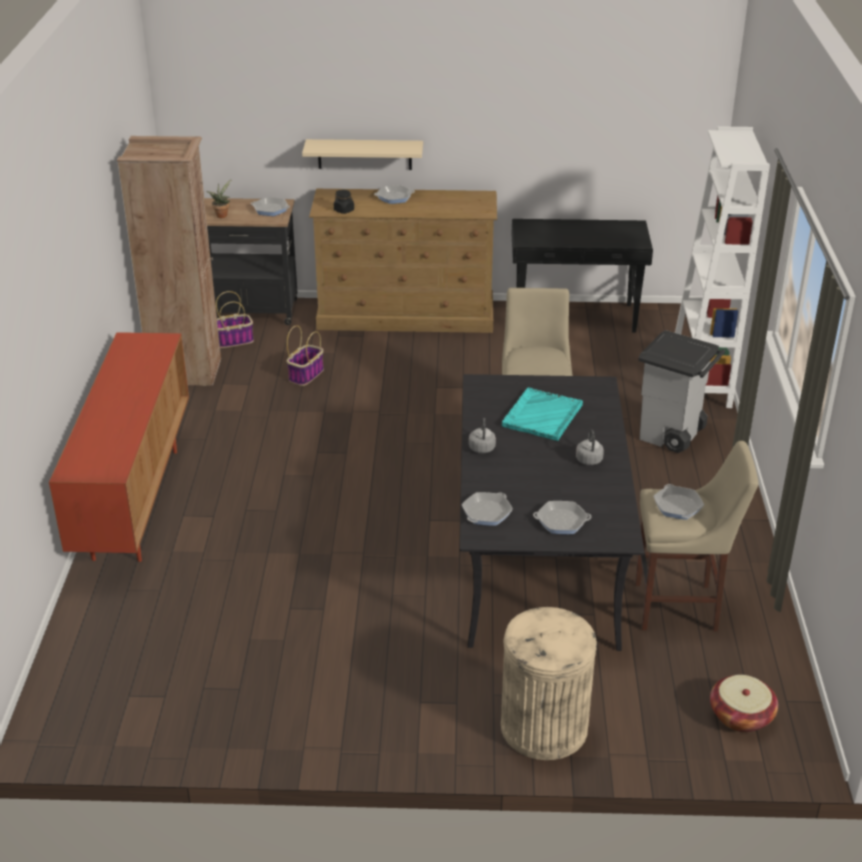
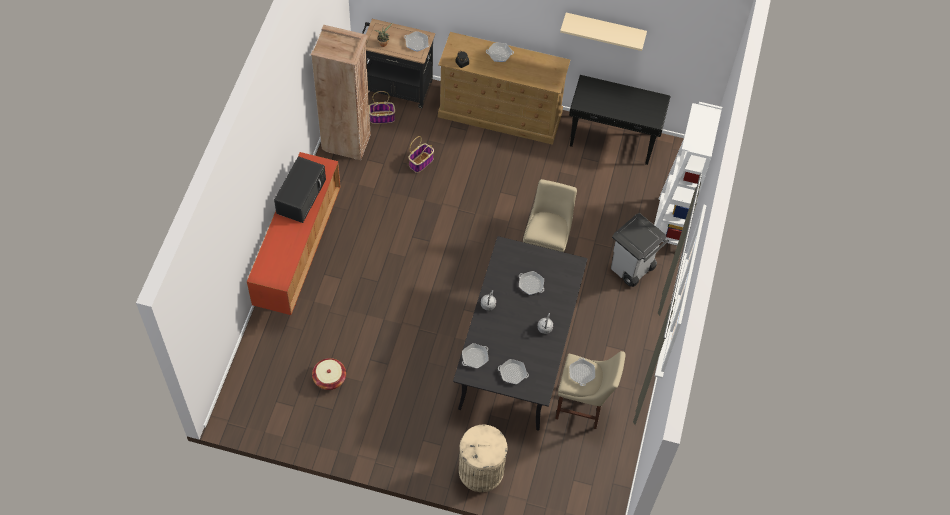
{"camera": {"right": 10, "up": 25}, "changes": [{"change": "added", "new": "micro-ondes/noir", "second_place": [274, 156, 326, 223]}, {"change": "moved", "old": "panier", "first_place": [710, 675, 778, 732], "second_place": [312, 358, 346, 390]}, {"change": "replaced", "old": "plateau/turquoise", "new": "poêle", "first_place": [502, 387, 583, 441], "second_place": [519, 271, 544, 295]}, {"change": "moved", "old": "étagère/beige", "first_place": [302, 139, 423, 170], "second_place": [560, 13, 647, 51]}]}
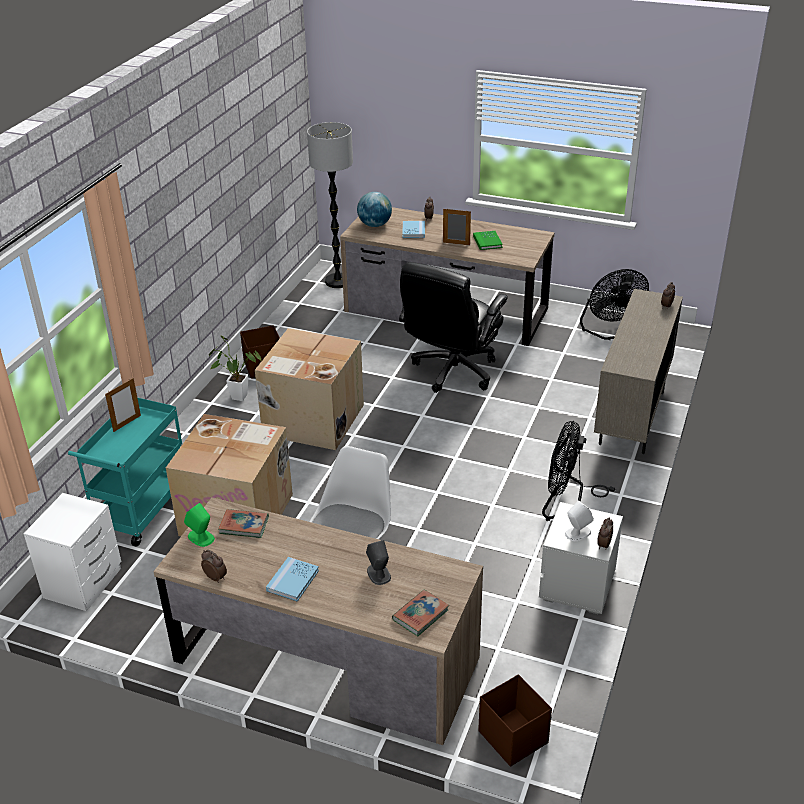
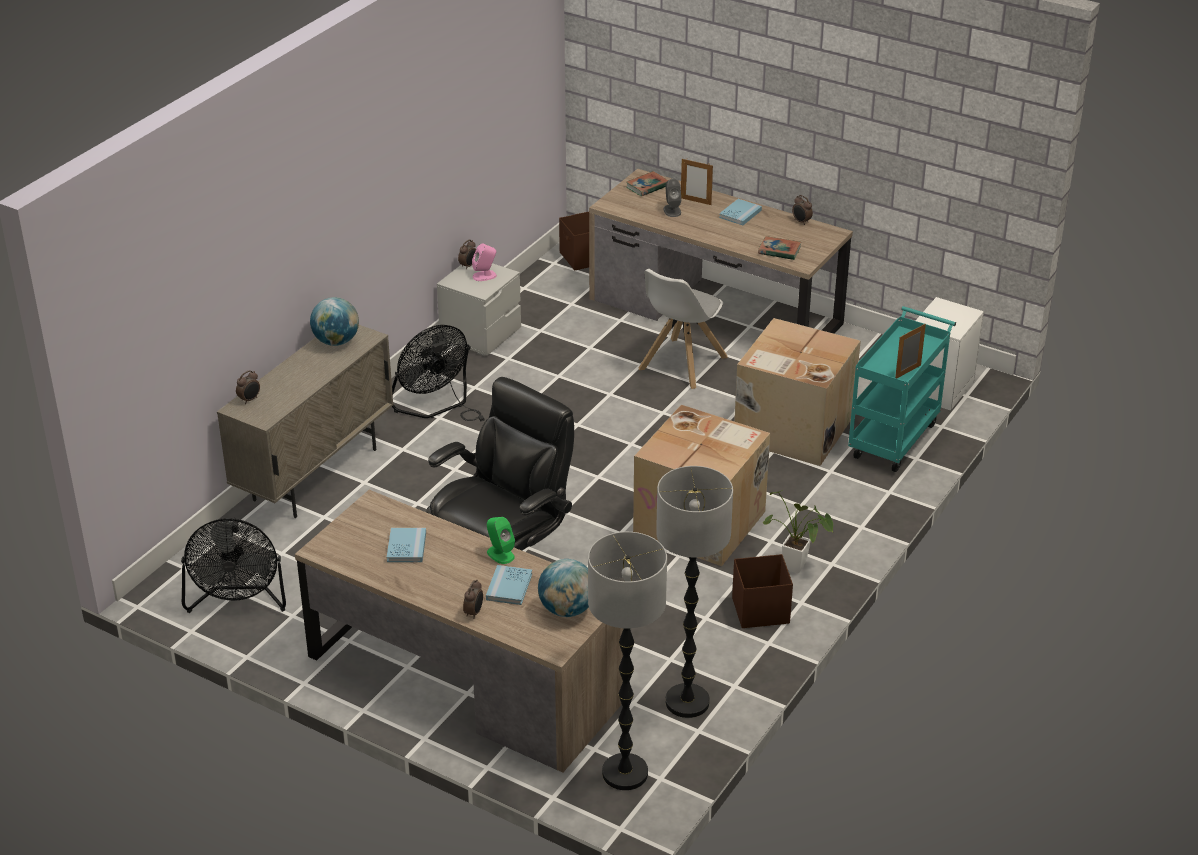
{"camera": {"right": -170, "up": 0}, "changes": [{"change": "added", "new": "globe", "second_place": [310, 297, 359, 346]}, {"change": "recoloured", "old": "livre/vert", "new": "livre/bleu", "first_place": [473, 231, 503, 250], "second_place": [387, 528, 426, 562]}, {"change": "turned", "old": "ventilateur/noir", "first_place": [542, 421, 616, 521], "second_place": [392, 325, 484, 421], "degrees": -150}, {"change": "recoloured", "old": "enceinte/blanc", "new": "enceinte/rose", "first_place": [565, 500, 594, 541], "second_place": [472, 243, 497, 281]}, {"change": "moved", "old": "enceinte/vert", "first_place": [184, 503, 215, 547], "second_place": [487, 517, 515, 564]}, {"change": "added", "new": "lampadaire", "second_place": [656, 466, 733, 718]}, {"change": "moved", "old": "cadre photo", "first_place": [443, 209, 471, 245], "second_place": [681, 159, 713, 205]}]}
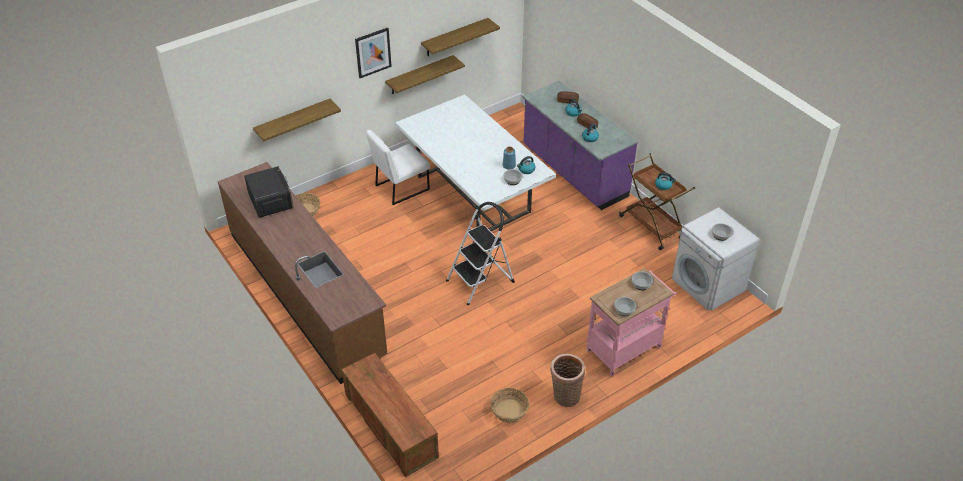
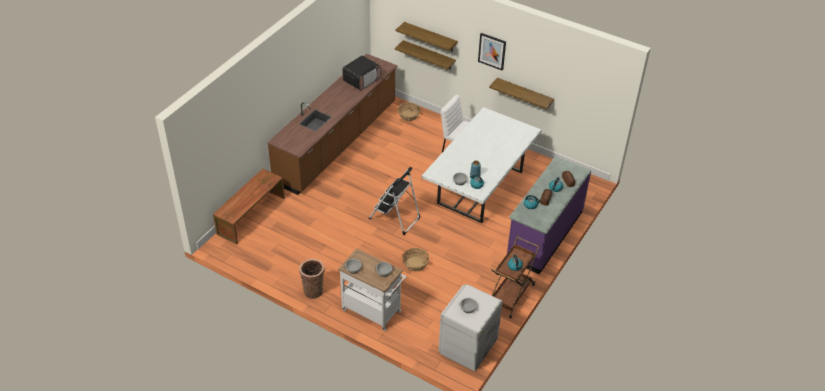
{"camera": {"right": 65, "up": 0}, "changes": [{"change": "recoloured", "old": "chariot/rose", "new": "chariot/blanc", "first_place": [586, 268, 676, 376], "second_place": [338, 248, 406, 331]}, {"change": "moved", "old": "étagère", "first_place": [421, 18, 500, 56], "second_place": [396, 22, 458, 51]}, {"change": "moved", "old": "panier", "first_place": [490, 388, 529, 423], "second_place": [402, 248, 429, 271]}]}
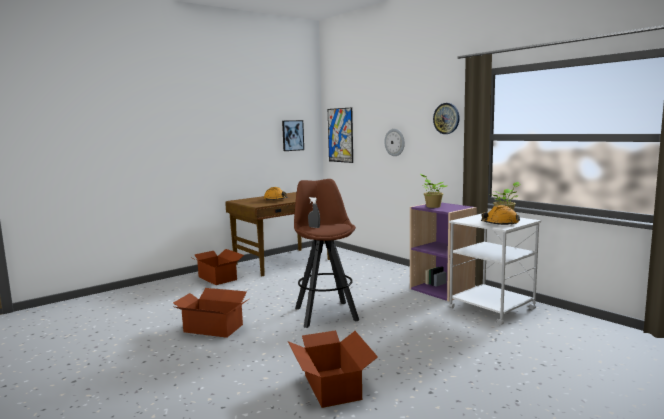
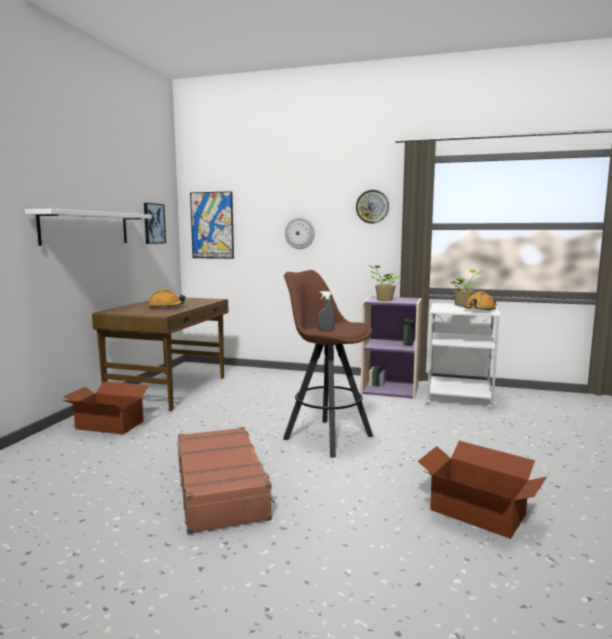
{"camera": {"right": -35, "up": 0}, "changes": [{"change": "added", "new": "étagère/blanc", "second_place": [25, 209, 152, 246]}, {"change": "replaced", "old": "carton", "new": "valise/marron", "first_place": [173, 288, 249, 338], "second_place": [178, 427, 275, 534]}]}
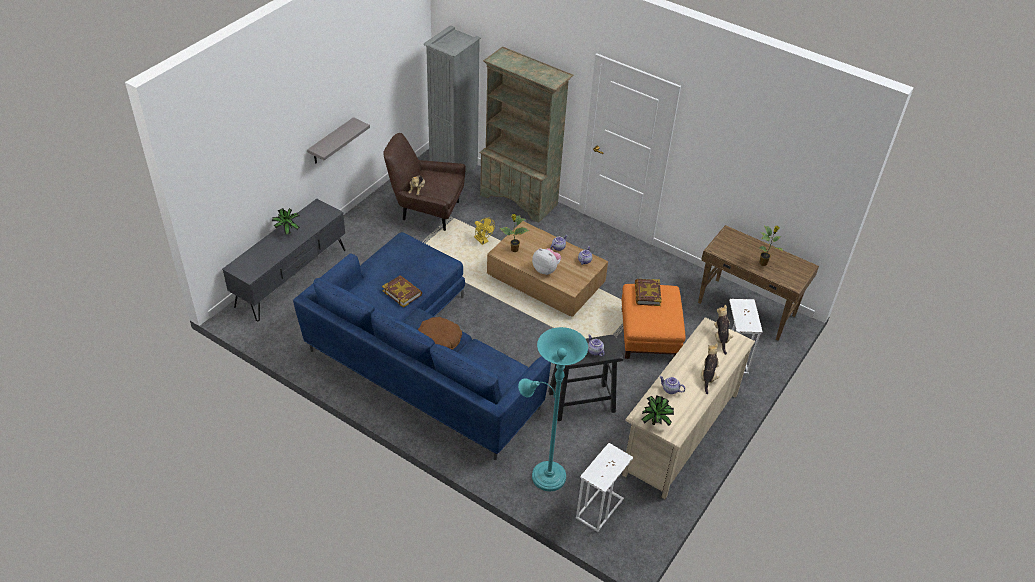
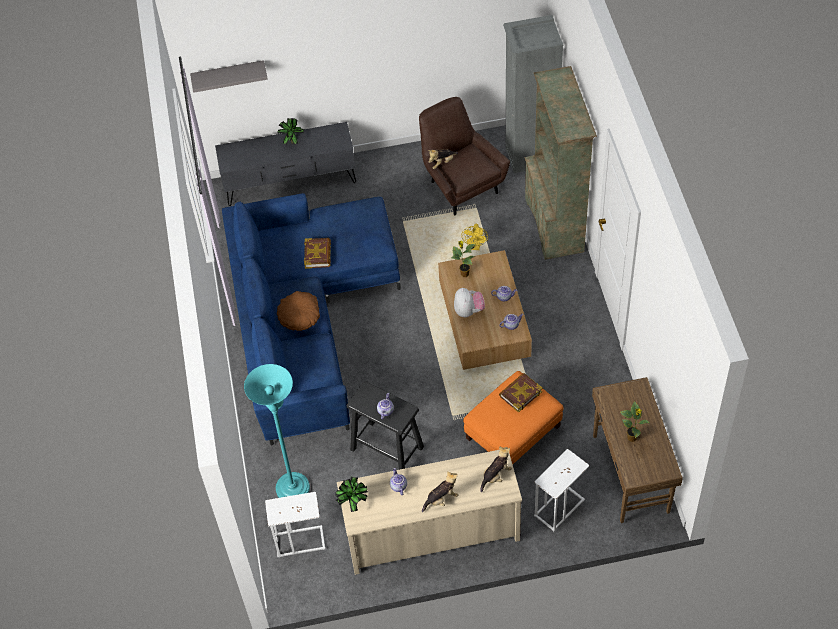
{"camera": {"right": 50, "up": 10}, "changes": [{"change": "moved", "old": "étagère/gris", "first_place": [307, 117, 370, 164], "second_place": [190, 60, 268, 93]}]}
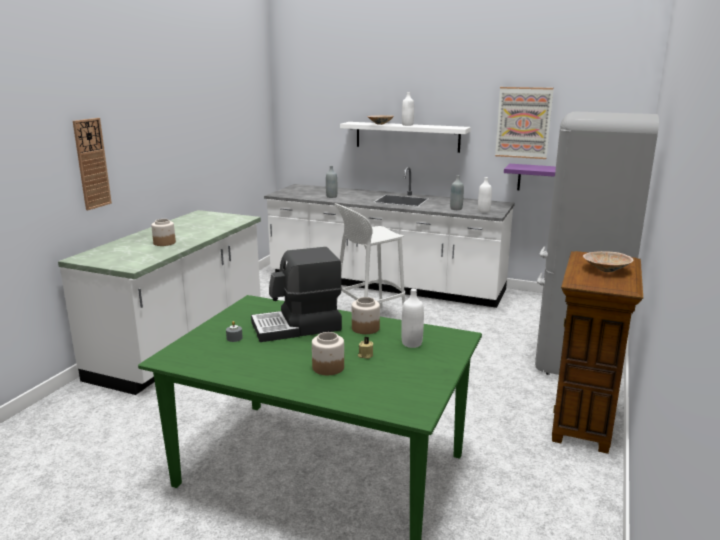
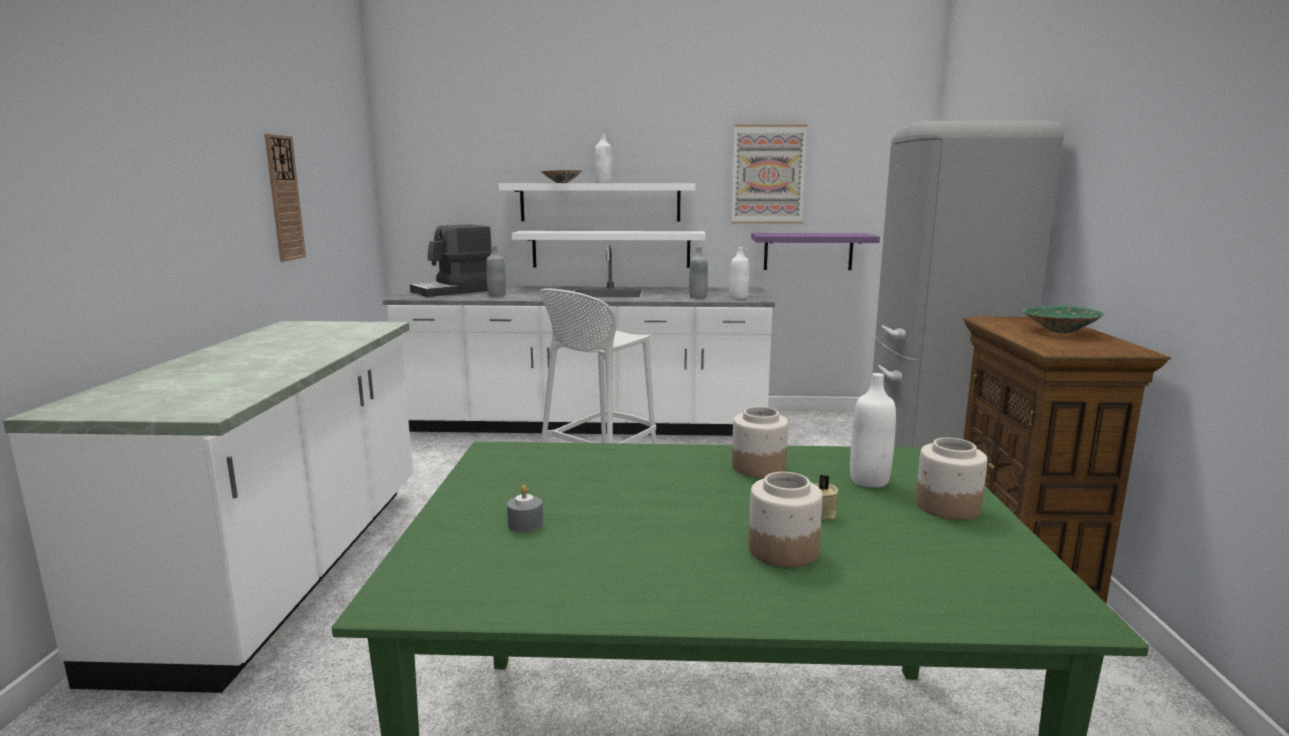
{"camera": {"right": -20, "up": -5}, "changes": [{"change": "moved", "old": "horloge murale", "first_place": [73, 118, 112, 210], "second_place": [265, 134, 306, 262]}, {"change": "moved", "old": "machine à café", "first_place": [251, 247, 342, 342], "second_place": [410, 224, 492, 297]}, {"change": "added", "new": "étagère/blanc", "second_place": [512, 231, 706, 268]}, {"change": "moved", "old": "bocal", "first_place": [151, 219, 176, 246], "second_place": [916, 438, 988, 520]}, {"change": "recoloured", "old": "bol/beige", "new": "bol/vert", "first_place": [583, 251, 634, 272], "second_place": [1022, 306, 1104, 334]}]}
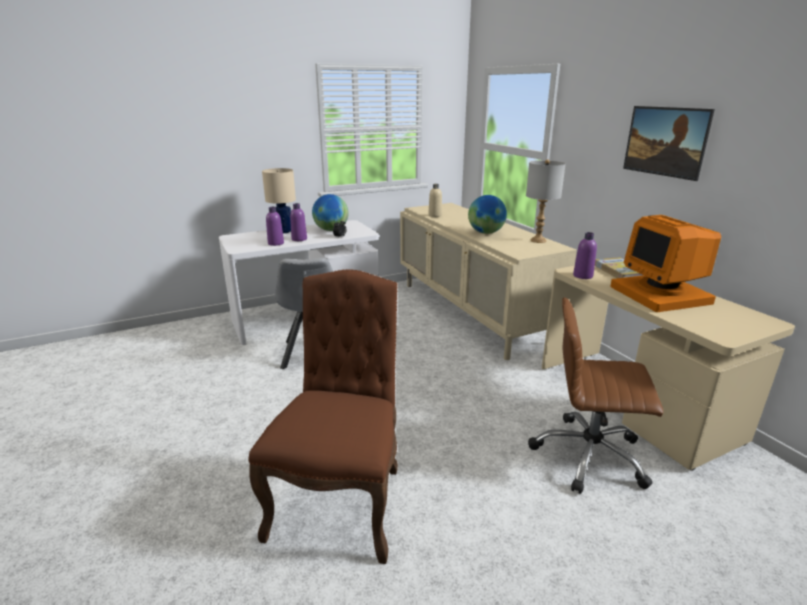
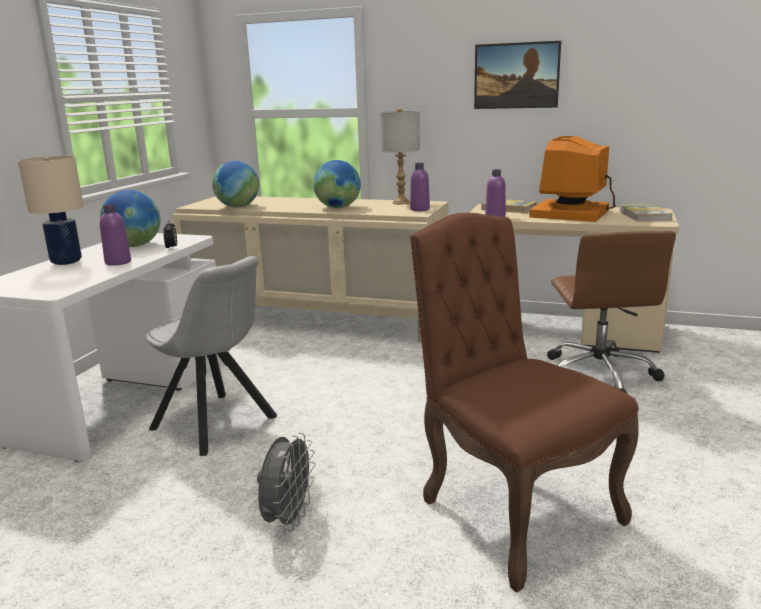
{"camera": {"right": -45, "up": -5}, "changes": [{"change": "replaced", "old": "bouteille/beige", "new": "globe", "first_place": [428, 184, 442, 217], "second_place": [212, 161, 259, 207]}, {"change": "added", "new": "ventilateur/gris", "second_place": [257, 433, 316, 531]}, {"change": "moved", "old": "bouteille/violet", "first_place": [266, 207, 284, 246], "second_place": [410, 163, 430, 211]}, {"change": "turned", "old": "écran d'ordinateur", "first_place": [610, 215, 721, 312], "second_place": [529, 136, 616, 222], "degrees": 90}, {"change": "turned", "old": "chaise de bureau/marron", "first_place": [528, 298, 663, 494], "second_place": [547, 231, 676, 394], "degrees": -60}, {"change": "added", "new": "livre", "second_place": [619, 204, 672, 222]}]}
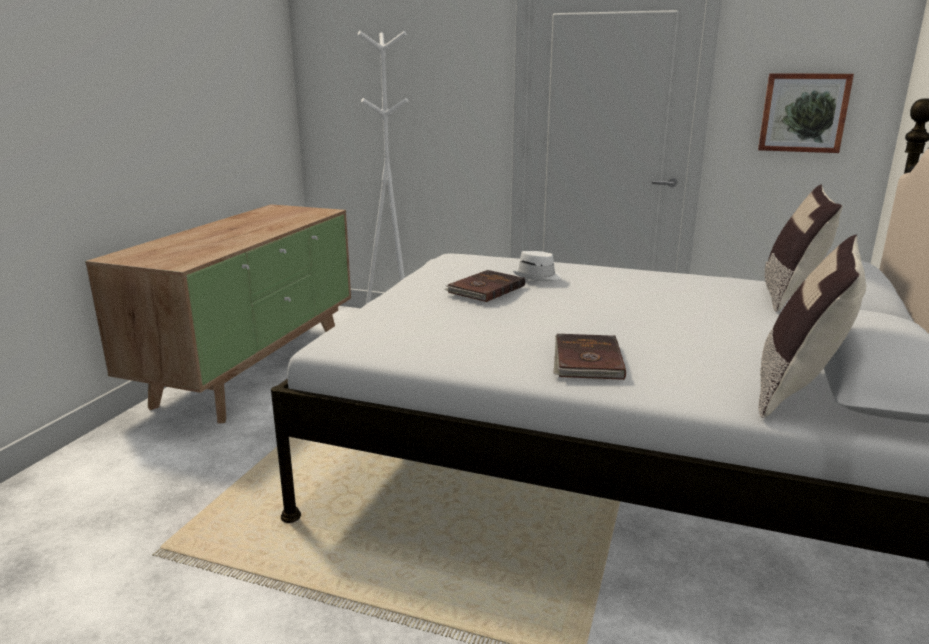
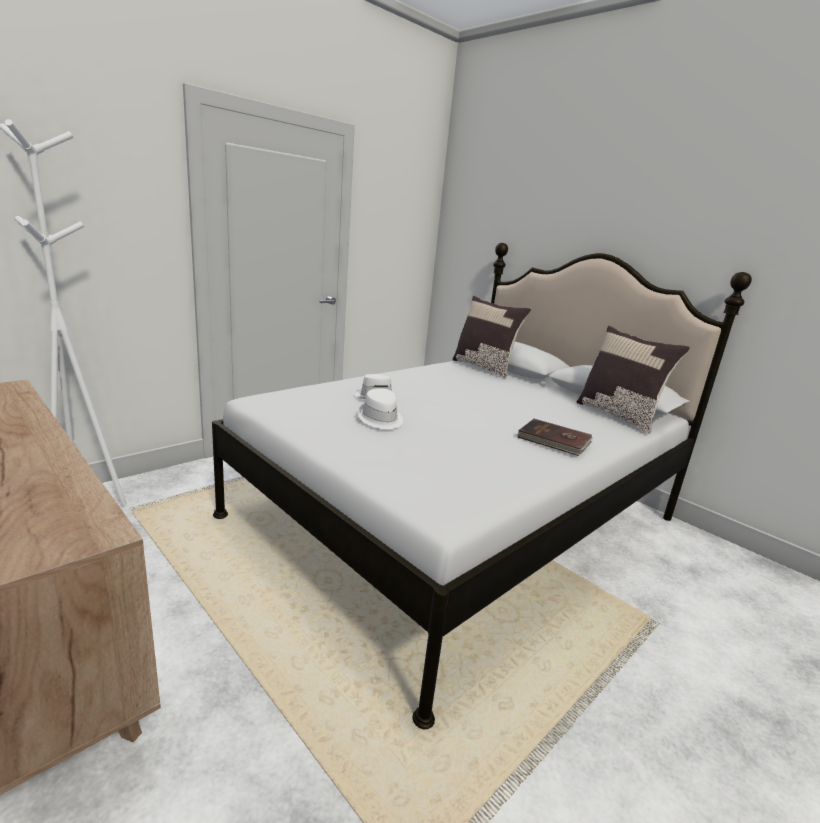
{"camera": {"right": -65, "up": 0}, "changes": [{"change": "replaced", "old": "livre/marron", "new": "chapeau/blanc", "first_place": [444, 270, 525, 302], "second_place": [358, 388, 403, 429]}, {"change": "removed", "old": "tableau", "first_place": [758, 73, 854, 153]}]}
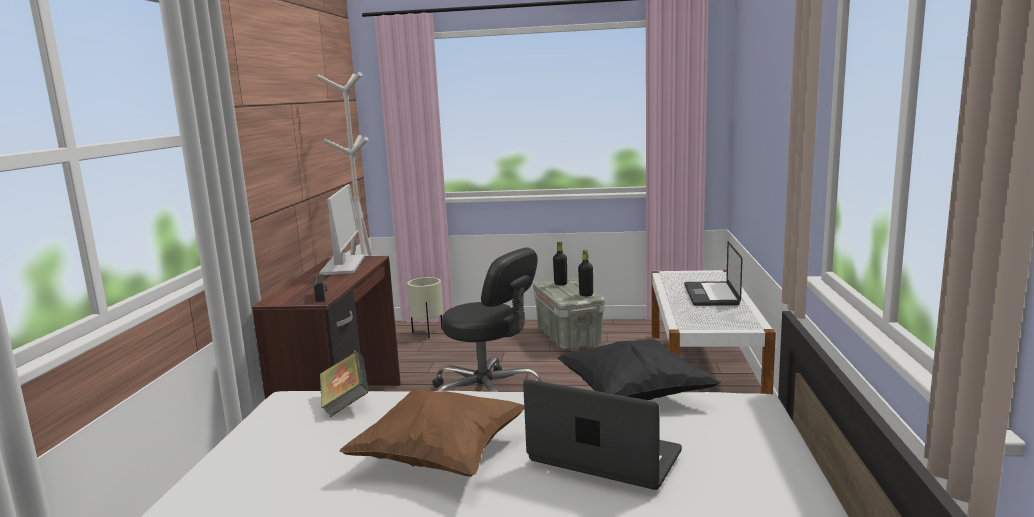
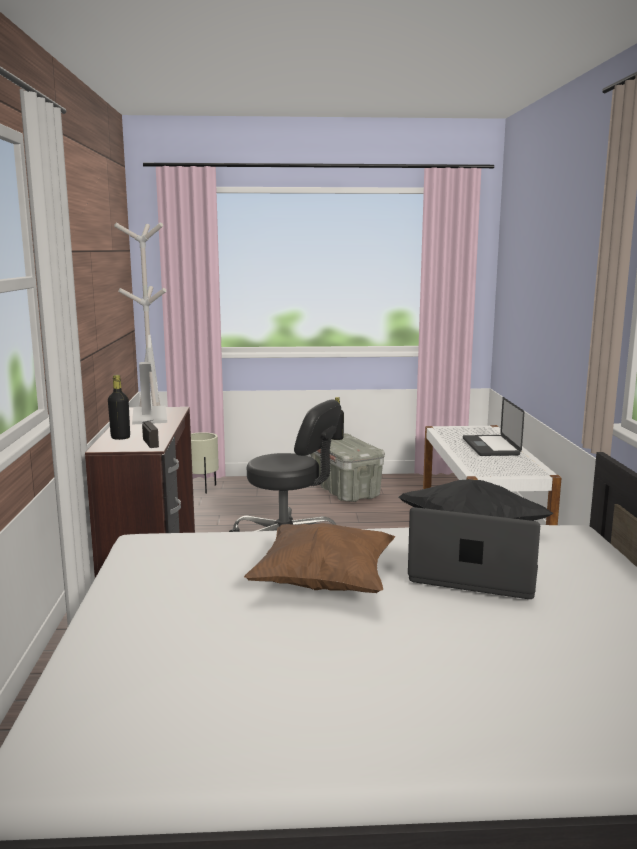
{"camera": {"right": -10, "up": 0}, "changes": [{"change": "moved", "old": "bouteille/noir", "first_place": [578, 250, 593, 296], "second_place": [108, 375, 130, 440]}, {"change": "removed", "old": "livre", "first_place": [320, 351, 369, 417]}]}
